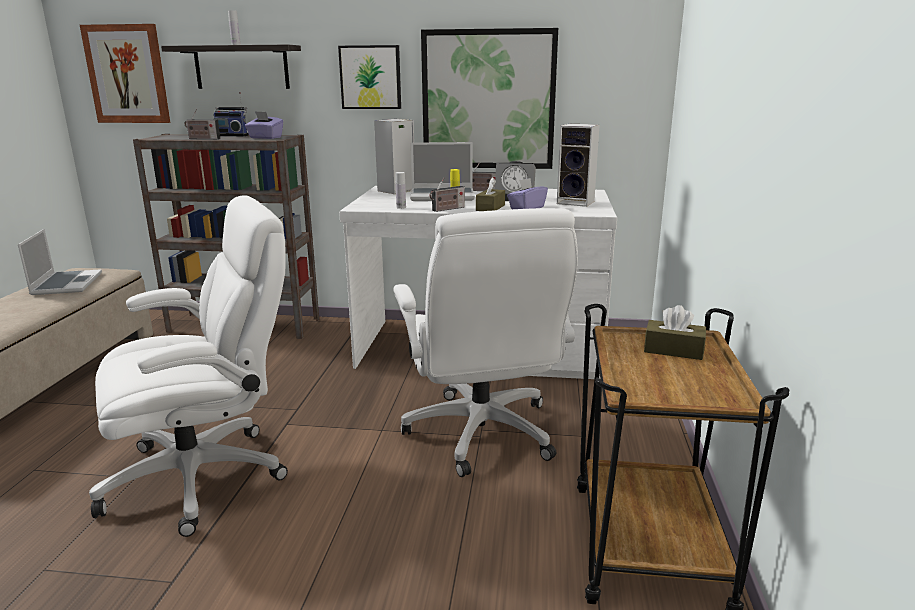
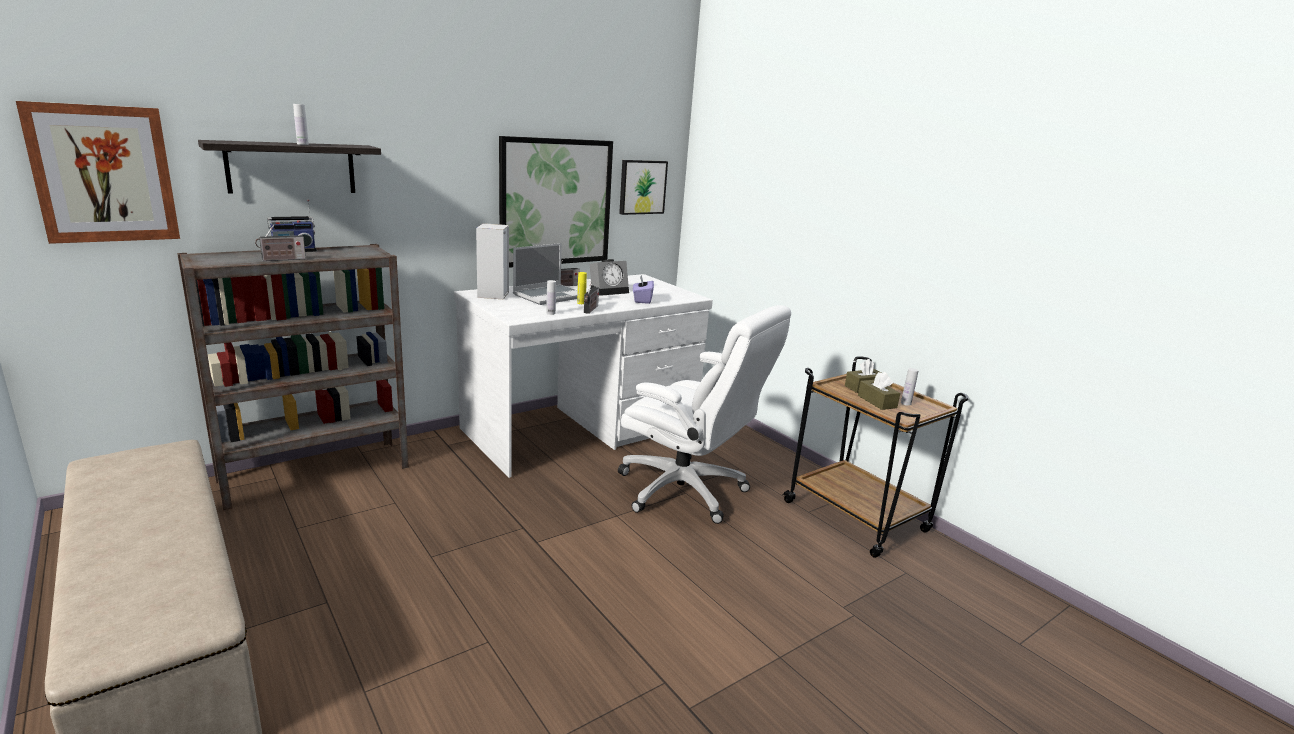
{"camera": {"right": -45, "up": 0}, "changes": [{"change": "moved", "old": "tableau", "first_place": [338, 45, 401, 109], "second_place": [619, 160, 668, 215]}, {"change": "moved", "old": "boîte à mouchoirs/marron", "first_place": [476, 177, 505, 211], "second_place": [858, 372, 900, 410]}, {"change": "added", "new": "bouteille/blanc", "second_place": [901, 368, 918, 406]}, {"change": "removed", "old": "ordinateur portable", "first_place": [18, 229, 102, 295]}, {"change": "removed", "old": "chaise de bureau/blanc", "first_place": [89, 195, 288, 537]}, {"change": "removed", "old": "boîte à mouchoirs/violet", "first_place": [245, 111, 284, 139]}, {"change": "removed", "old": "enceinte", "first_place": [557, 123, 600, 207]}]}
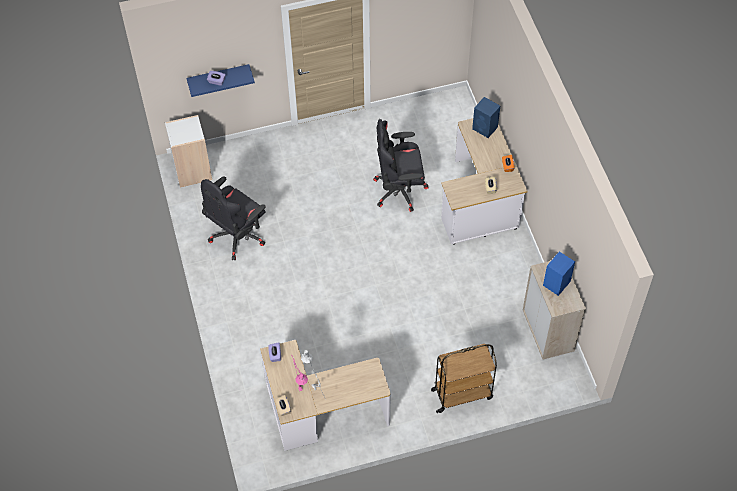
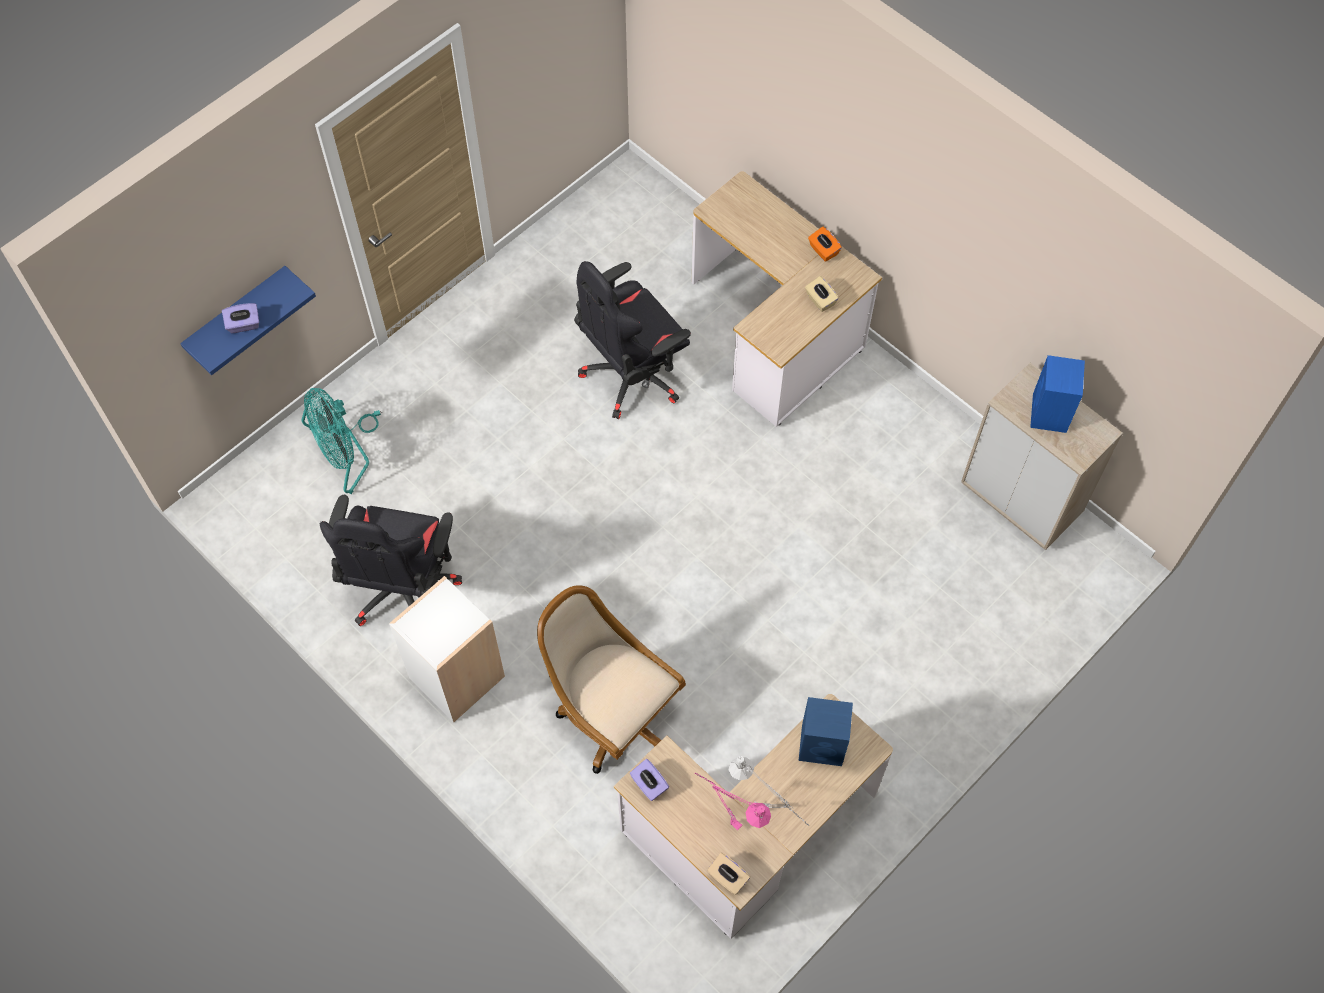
{"camera": {"right": -30, "up": 5}, "changes": [{"change": "added", "new": "ventilateur/turquoise", "second_place": [301, 388, 382, 494]}, {"change": "moved", "old": "bibliothèque", "first_place": [165, 115, 212, 188], "second_place": [389, 576, 505, 723]}, {"change": "added", "new": "chaise de bureau", "second_place": [537, 585, 686, 774]}, {"change": "moved", "old": "enceinte/bleu", "first_place": [472, 97, 500, 138], "second_place": [798, 697, 853, 766]}, {"change": "removed", "old": "chariot/marron", "first_place": [431, 344, 497, 413]}]}
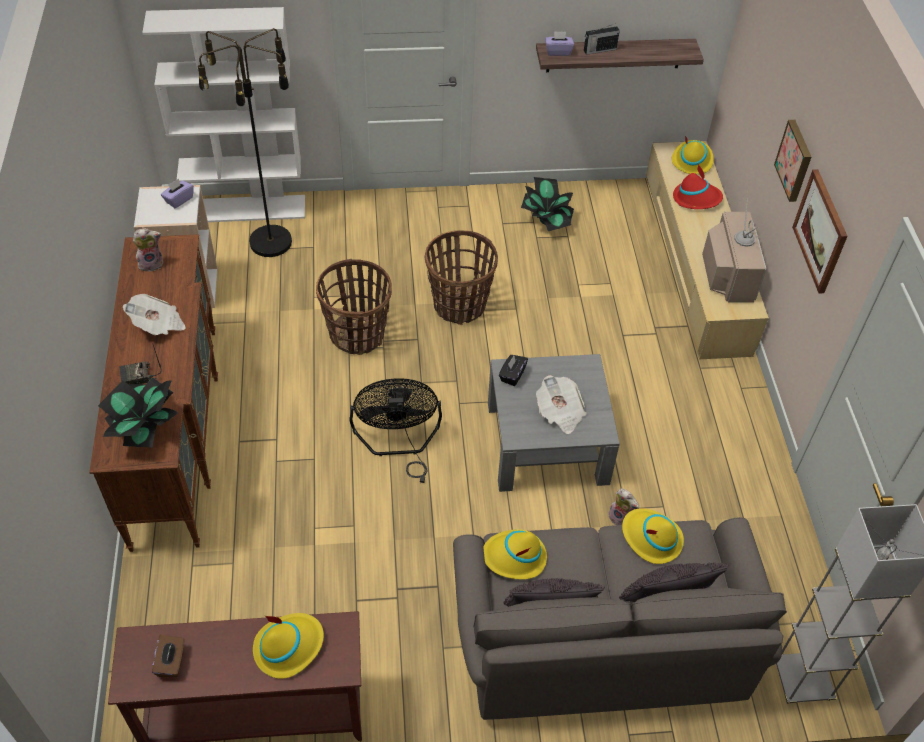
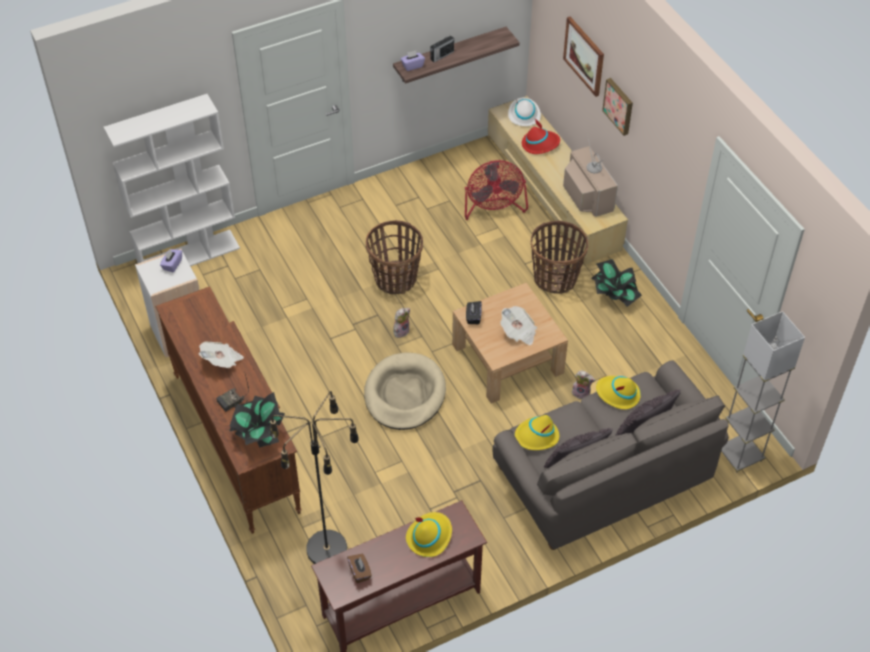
{"camera": {"right": -20, "up": 0}, "changes": [{"change": "moved", "old": "lampadaire", "first_place": [198, 28, 292, 257], "second_place": [270, 391, 359, 564]}, {"change": "replaced", "old": "ventilateur/noir", "new": "panier pour chien/beige", "first_place": [349, 378, 442, 484], "second_place": [364, 352, 446, 430]}, {"change": "moved", "old": "peluche", "first_place": [133, 228, 163, 271], "second_place": [393, 308, 410, 338]}, {"change": "recoloured", "old": "table basse/gris", "new": "table basse/marron", "first_place": [488, 354, 620, 492], "second_place": [452, 283, 568, 403]}, {"change": "added", "new": "ventilateur/rouge", "second_place": [465, 160, 528, 220]}, {"change": "recoloured", "old": "chapeau/jaune", "new": "chapeau/blanc", "first_place": [672, 136, 714, 174], "second_place": [508, 98, 541, 126]}, {"change": "moved", "old": "panier", "first_place": [316, 259, 392, 355], "second_place": [531, 221, 588, 294]}, {"change": "moved", "old": "tableau", "first_place": [792, 169, 847, 294], "second_place": [563, 17, 604, 97]}, {"change": "moved", "old": "plante en pot", "first_place": [521, 177, 574, 231], "second_place": [591, 259, 642, 307]}]}
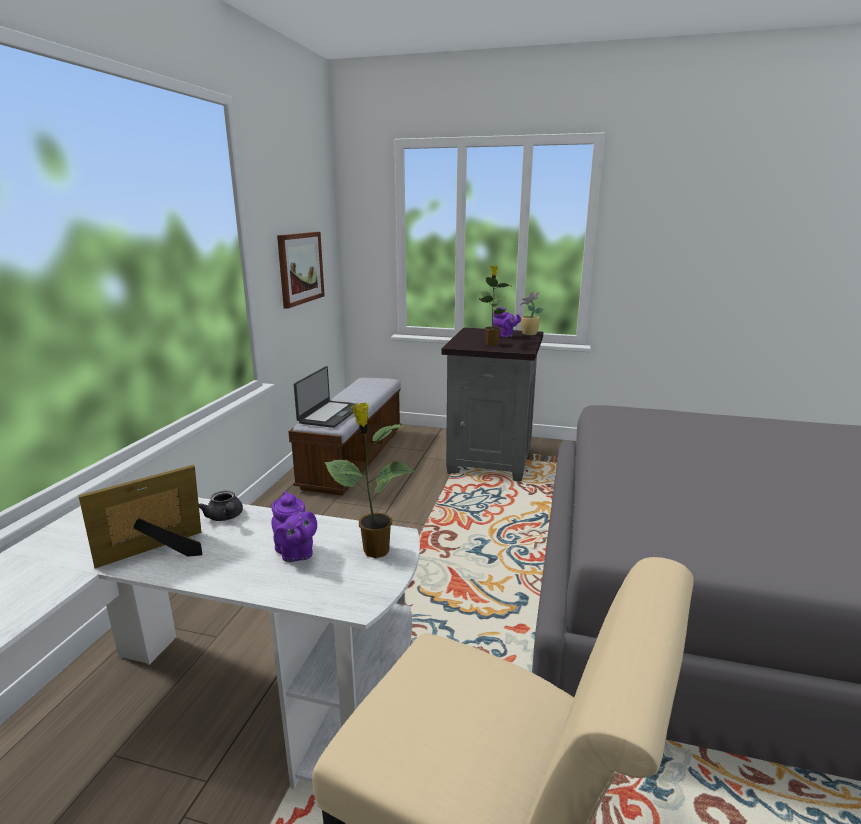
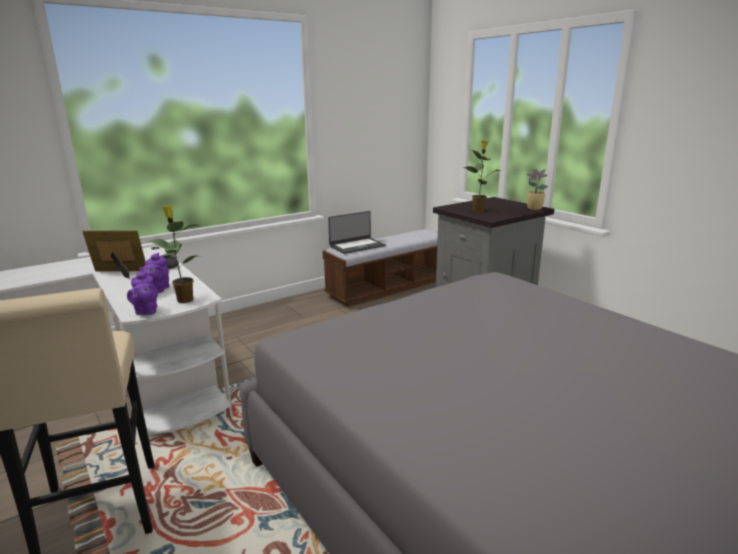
{"camera": {"right": 40, "up": 0}, "changes": [{"change": "moved", "old": "théière/violet", "first_place": [493, 307, 521, 337], "second_place": [127, 271, 158, 315]}, {"change": "removed", "old": "tableau", "first_place": [277, 232, 325, 309]}]}
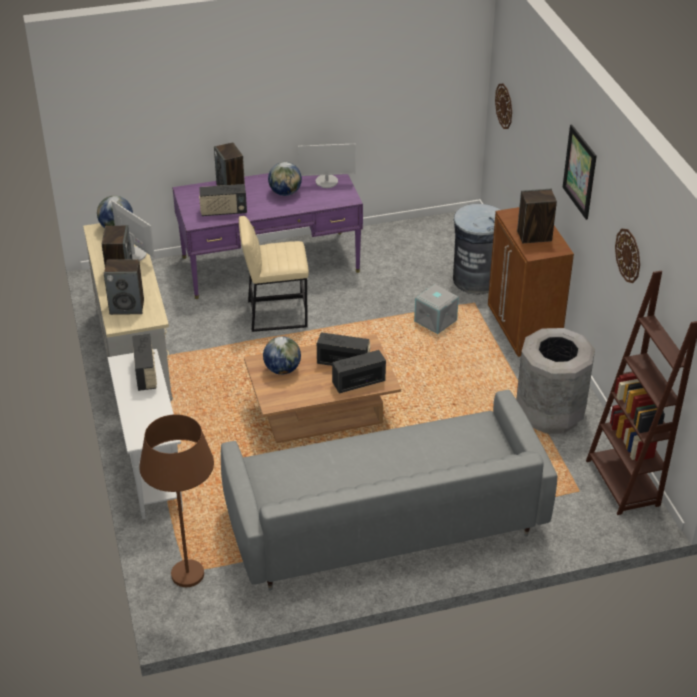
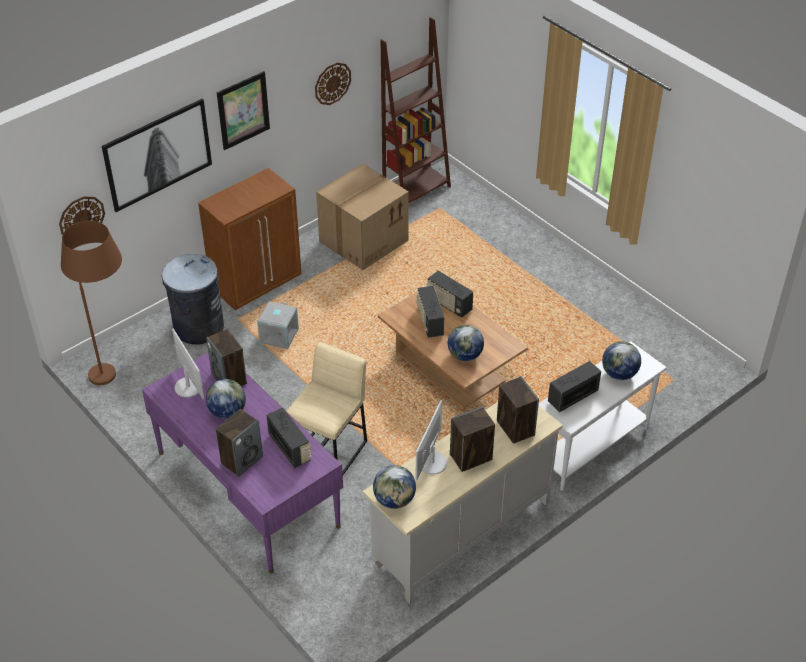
{"camera": {"right": -115, "up": 5}, "changes": [{"change": "moved", "old": "lampadaire/marron", "first_place": [139, 414, 214, 587], "second_place": [61, 221, 122, 385]}, {"change": "added", "new": "tableau", "second_place": [102, 99, 212, 212]}, {"change": "moved", "old": "enceinte", "first_place": [517, 189, 557, 243], "second_place": [206, 329, 247, 386]}, {"change": "turned", "old": "chaise/beige", "first_place": [239, 216, 309, 332], "second_place": [287, 342, 367, 475], "degrees": -120}, {"change": "replaced", "old": "poubelle/gris", "new": "carton", "first_place": [516, 328, 595, 434], "second_place": [316, 164, 409, 270]}, {"change": "added", "new": "globe", "second_place": [602, 341, 641, 380]}, {"change": "removed", "old": "canapé/gris", "first_place": [221, 390, 557, 590]}]}
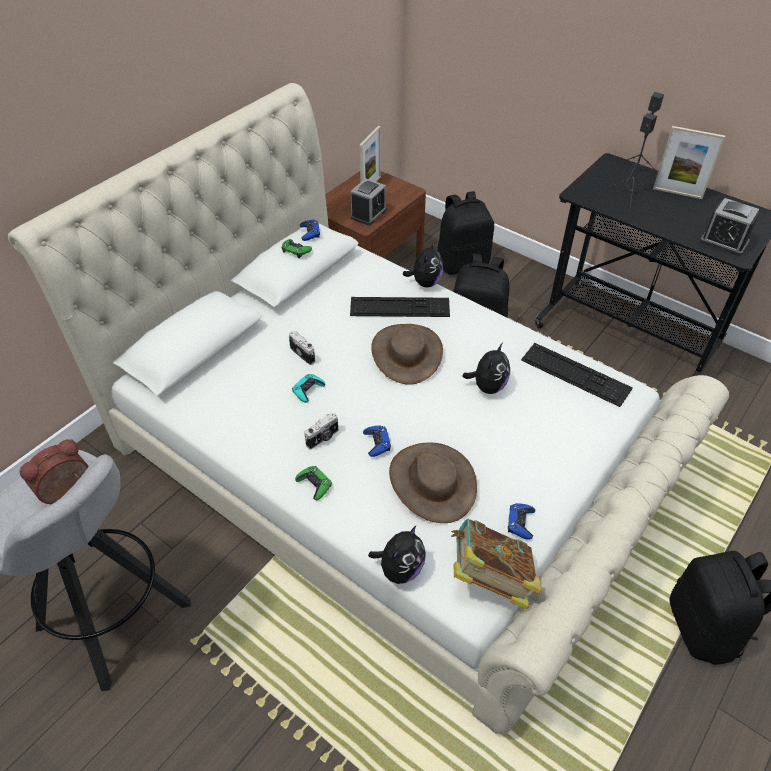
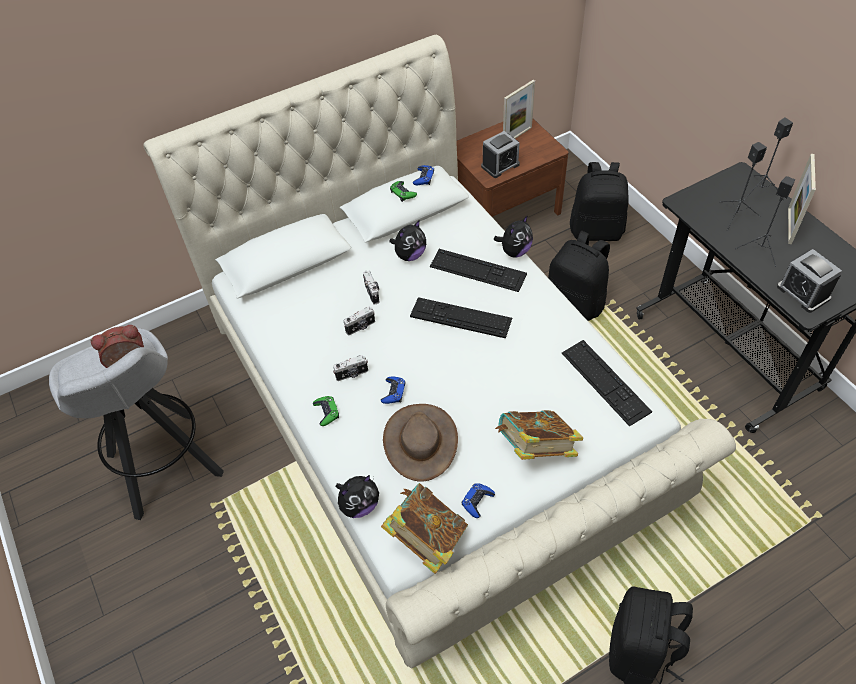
{"camera": {"right": 25, "up": 5}, "changes": [{"change": "replaced", "old": "manette/turquoise", "new": "appareil photo", "first_place": [292, 374, 325, 403], "second_place": [344, 307, 375, 335]}, {"change": "moved", "old": "peluche", "first_place": [462, 342, 510, 394], "second_place": [389, 220, 426, 261]}, {"change": "replaced", "old": "chapeau/marron", "new": "clavier", "first_place": [371, 324, 443, 385], "second_place": [410, 297, 512, 339]}, {"change": "added", "new": "livre", "second_place": [495, 410, 583, 460]}, {"change": "added", "new": "enceinte/noir", "second_place": [735, 176, 795, 267]}, {"change": "turned", "old": "cadre photo", "first_place": [653, 126, 725, 199], "second_place": [788, 154, 816, 244], "degrees": 60}]}
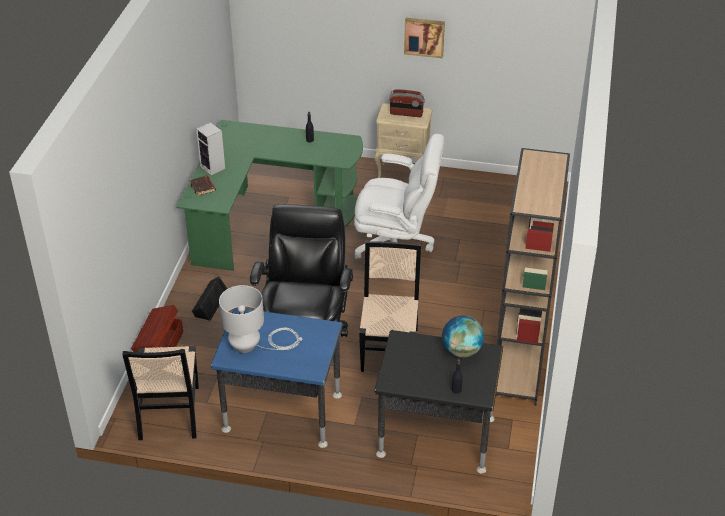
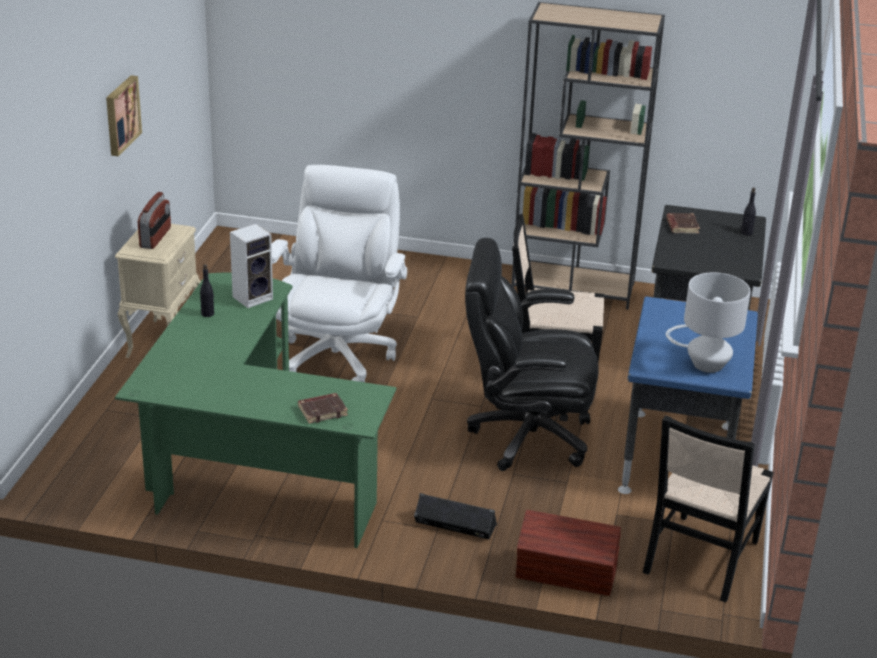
{"camera": {"right": -90, "up": -10}, "changes": [{"change": "moved", "old": "enceinte", "first_place": [196, 122, 225, 175], "second_place": [230, 224, 273, 308]}, {"change": "turned", "old": "chaise", "first_place": [122, 346, 199, 440], "second_place": [643, 415, 774, 602], "degrees": 120}, {"change": "replaced", "old": "globe", "new": "livre/marron", "first_place": [442, 316, 484, 358], "second_place": [666, 213, 700, 233]}]}
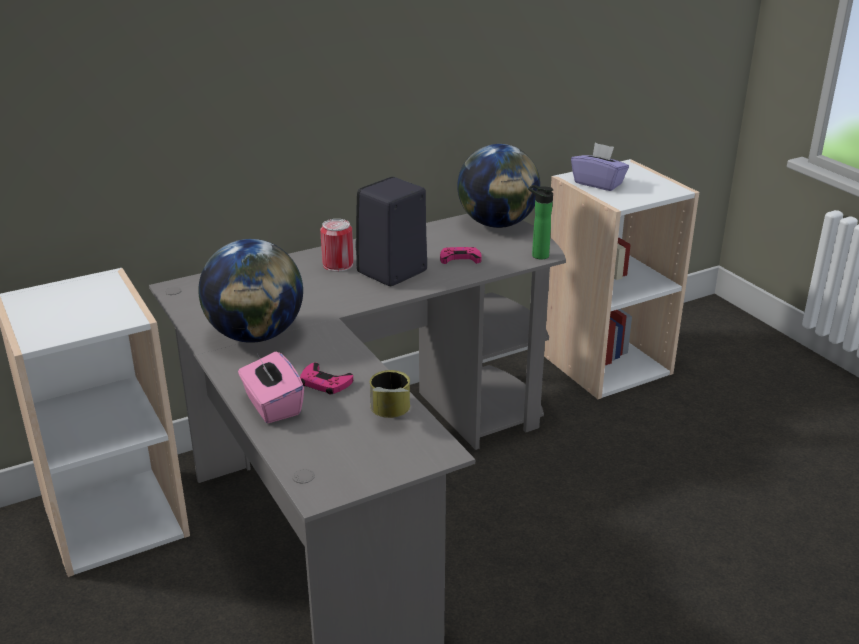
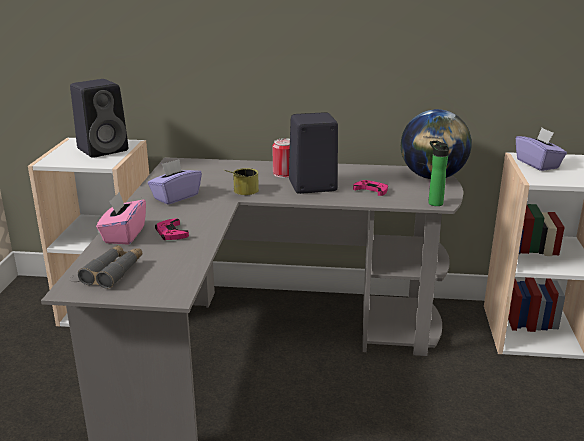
{"camera": {"right": 35, "up": -5}, "changes": [{"change": "added", "new": "enceinte/noir", "second_place": [70, 79, 128, 158]}, {"change": "added", "new": "jumelles/gris", "second_place": [78, 245, 142, 289]}, {"change": "replaced", "old": "globe", "new": "boîte à mouchoirs/violet", "first_place": [198, 239, 303, 343], "second_place": [148, 159, 202, 205]}, {"change": "moved", "old": "boîte métallique", "first_place": [370, 370, 410, 418], "second_place": [224, 168, 259, 195]}]}
